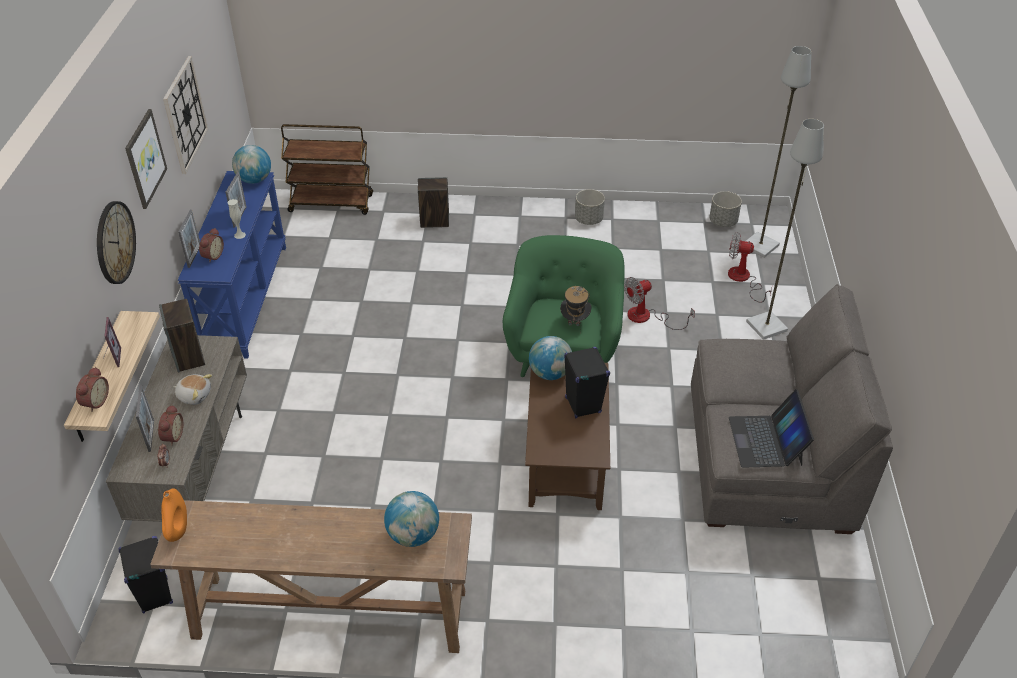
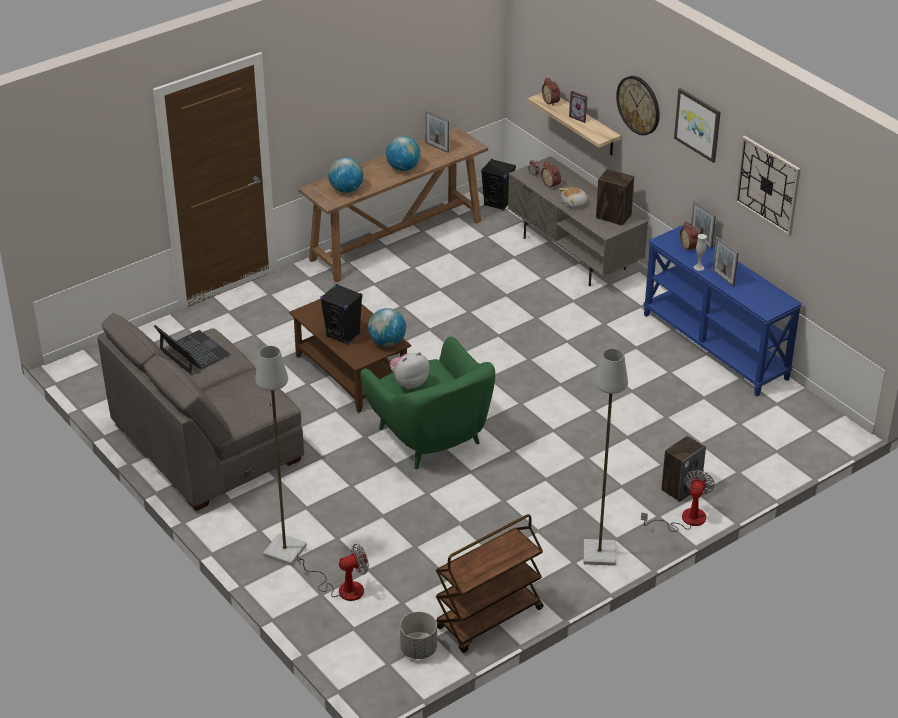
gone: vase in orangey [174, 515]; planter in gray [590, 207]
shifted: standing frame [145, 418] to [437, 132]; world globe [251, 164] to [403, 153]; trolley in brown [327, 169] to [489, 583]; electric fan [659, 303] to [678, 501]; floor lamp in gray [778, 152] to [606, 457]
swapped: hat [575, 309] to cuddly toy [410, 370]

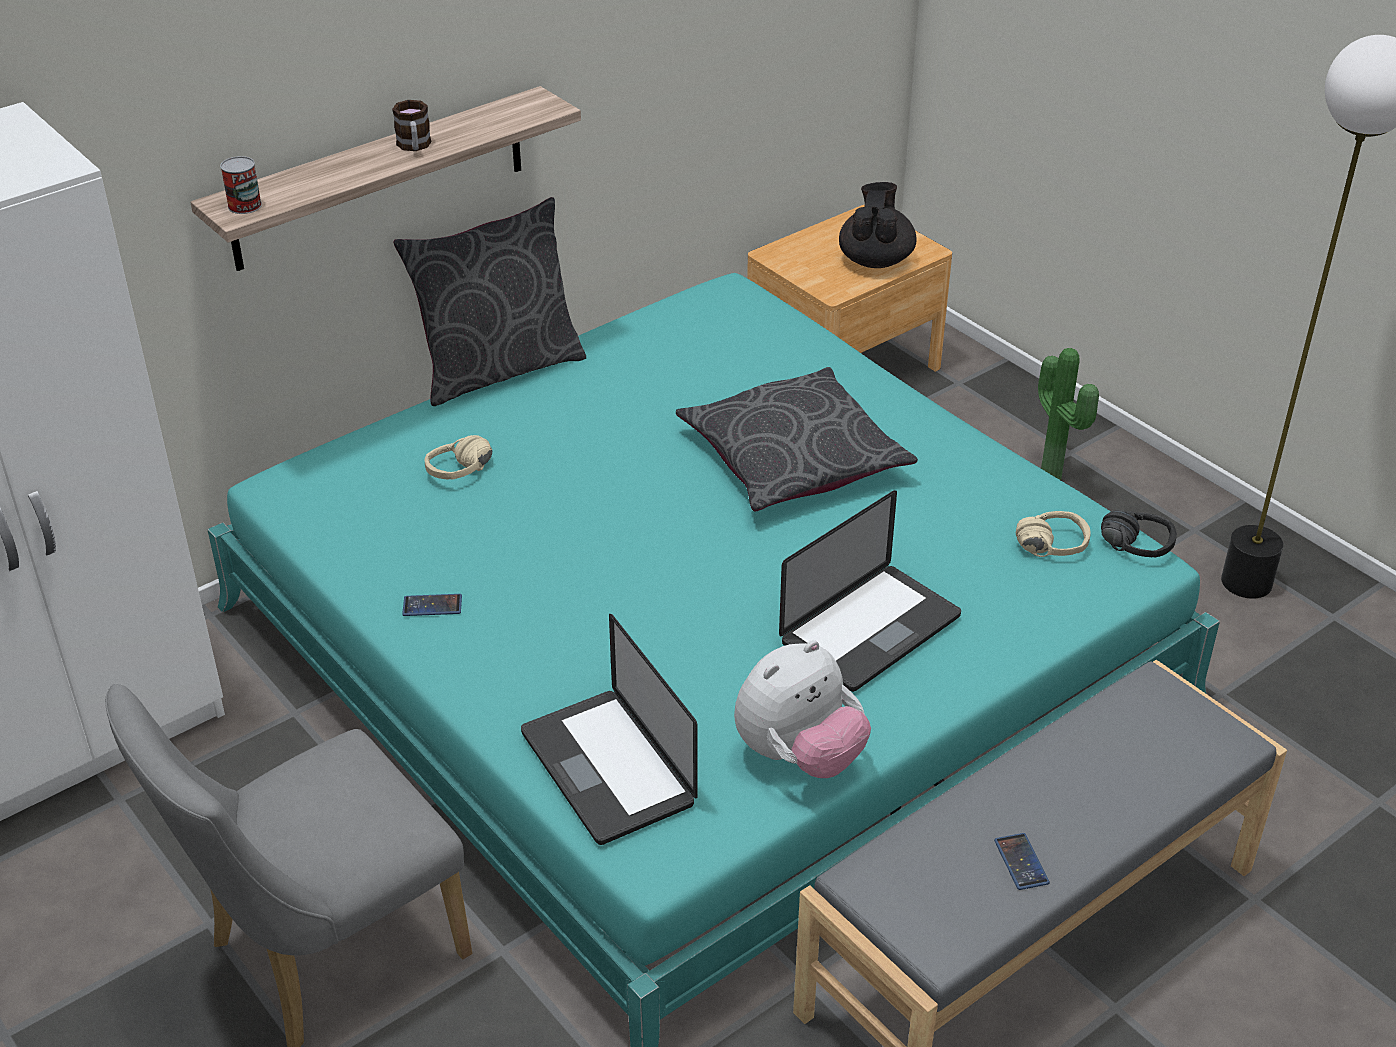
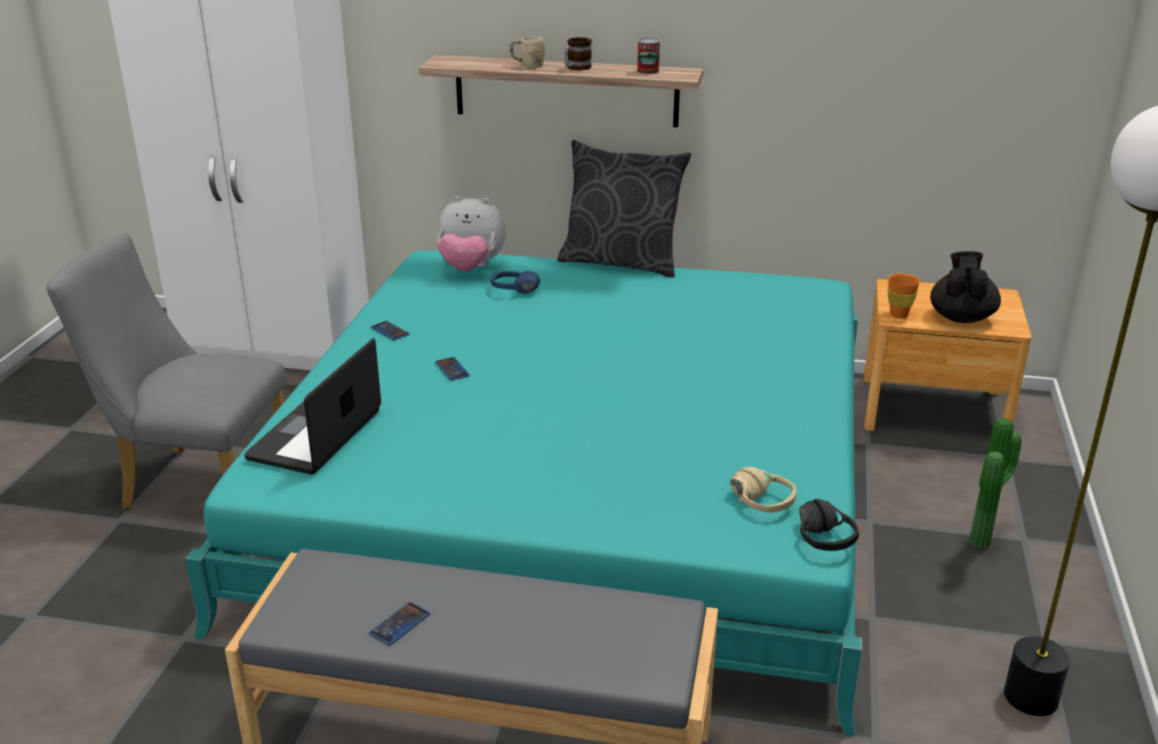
gone: pillow in gray [797, 439]; notebook computer [870, 591]
new: phone [452, 369]; mug in sand-coloured [527, 52]; small cup in orangey [903, 295]
shifted: sealed can [241, 185] to [648, 56]; cuddly toy [802, 709] to [471, 233]
repainted: pair of headphones in sand-coloured [458, 457] to pair of headphones in blue-coloured [515, 282]
rotated: tea pot in black-coloured [878, 225] = [965, 287] 45 degrees counterclockwise

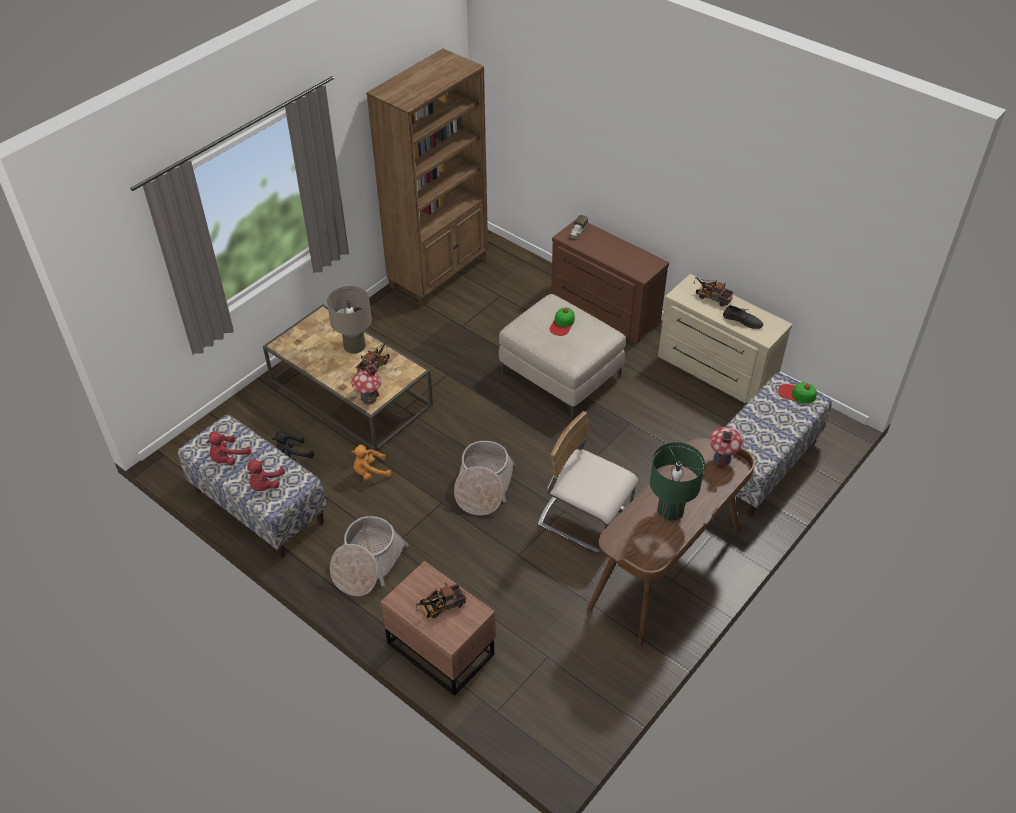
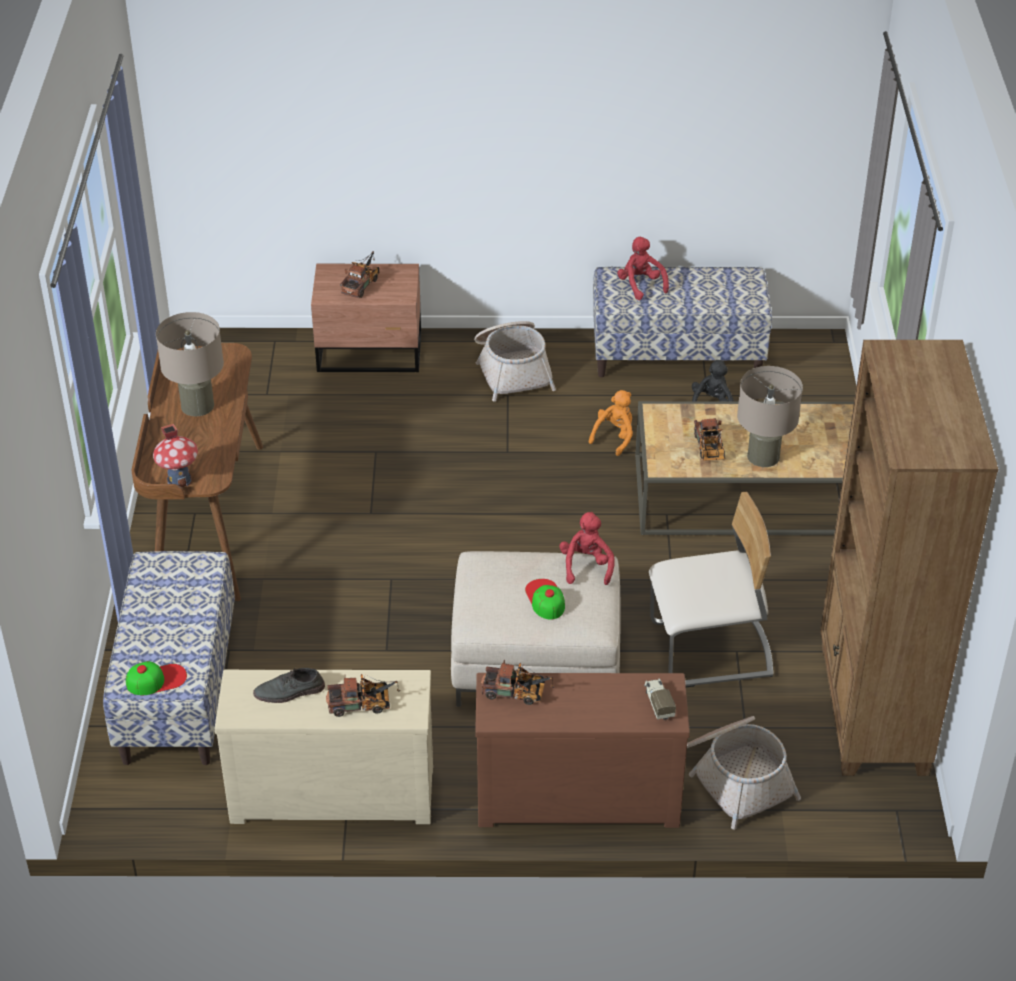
gone: miniature house [366, 384]
new: toy truck [518, 682]
shifted: cuddly toy in red-coloured [228, 448] to [586, 548]; household basket [484, 478] to [744, 773]; upright chair in sand-coloured [588, 482] to [711, 589]
repainted: lamp for a table in greenish [677, 481] to lamp for a table in sand-coloured [190, 364]

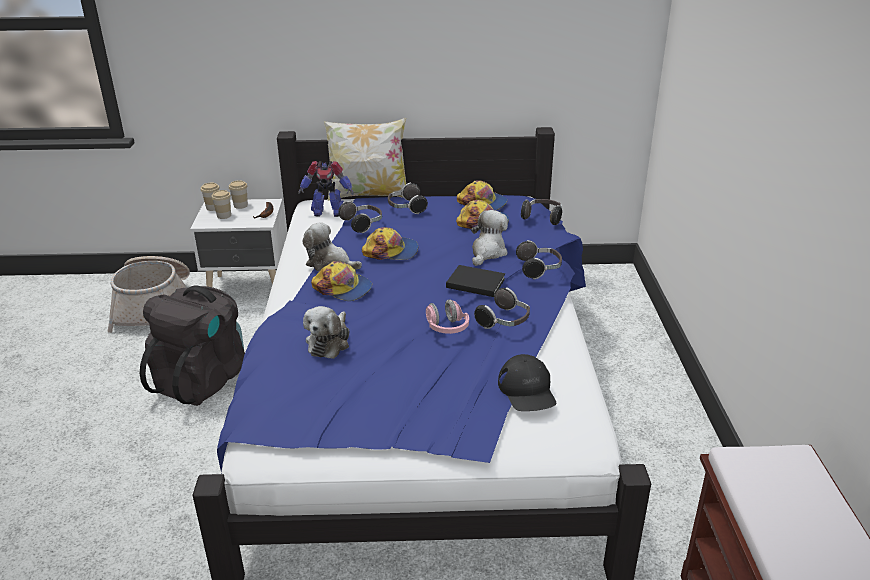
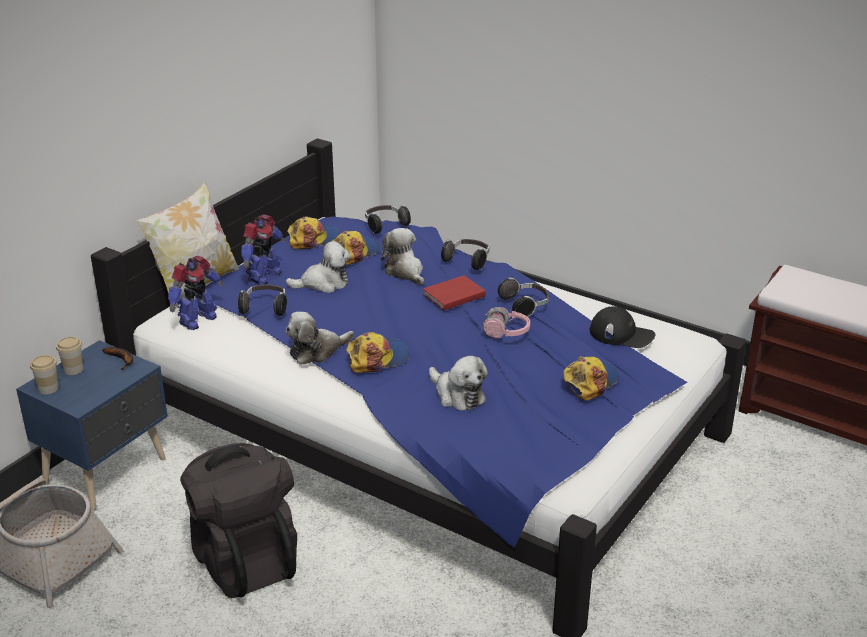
gone: small cup [221, 204]
new: cuddly toy [318, 267]
shifted: peaked cap [390, 243] to [591, 378]
swapped: pair of headphones [408, 198] to model robot [263, 249]
repainted: bedside table in whitish [238, 243] to bedside table in blue-coloured [92, 425]; bound book in black-coloured [475, 281] to bound book in red-coloured [454, 292]

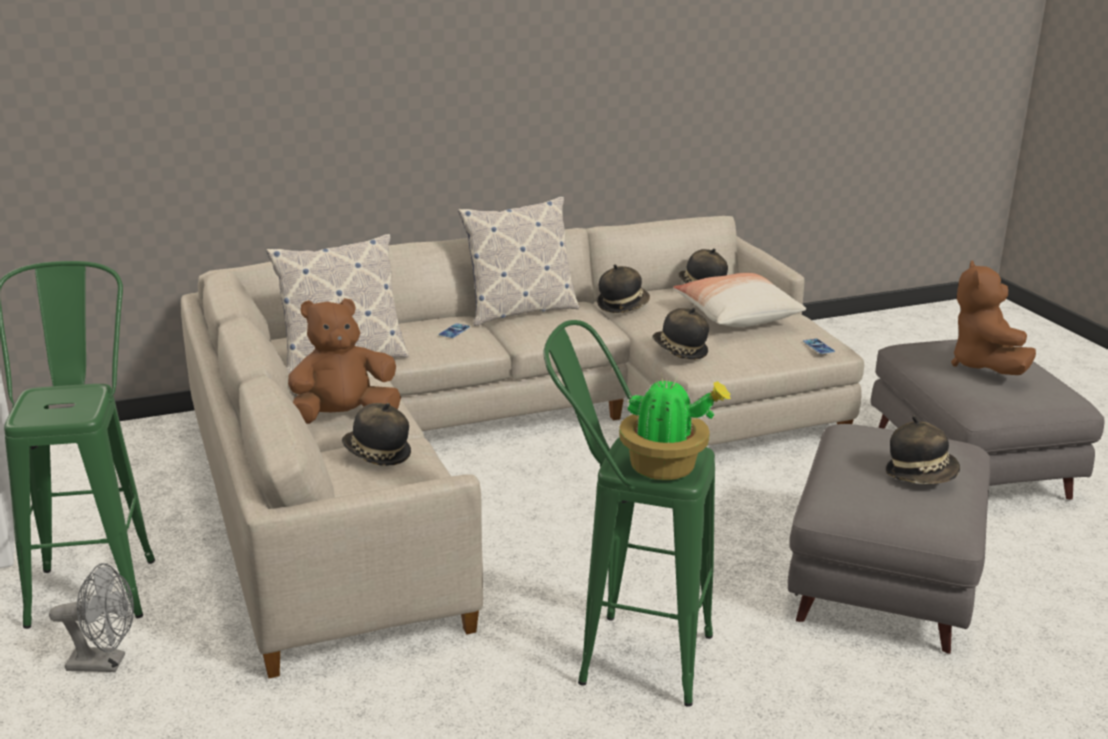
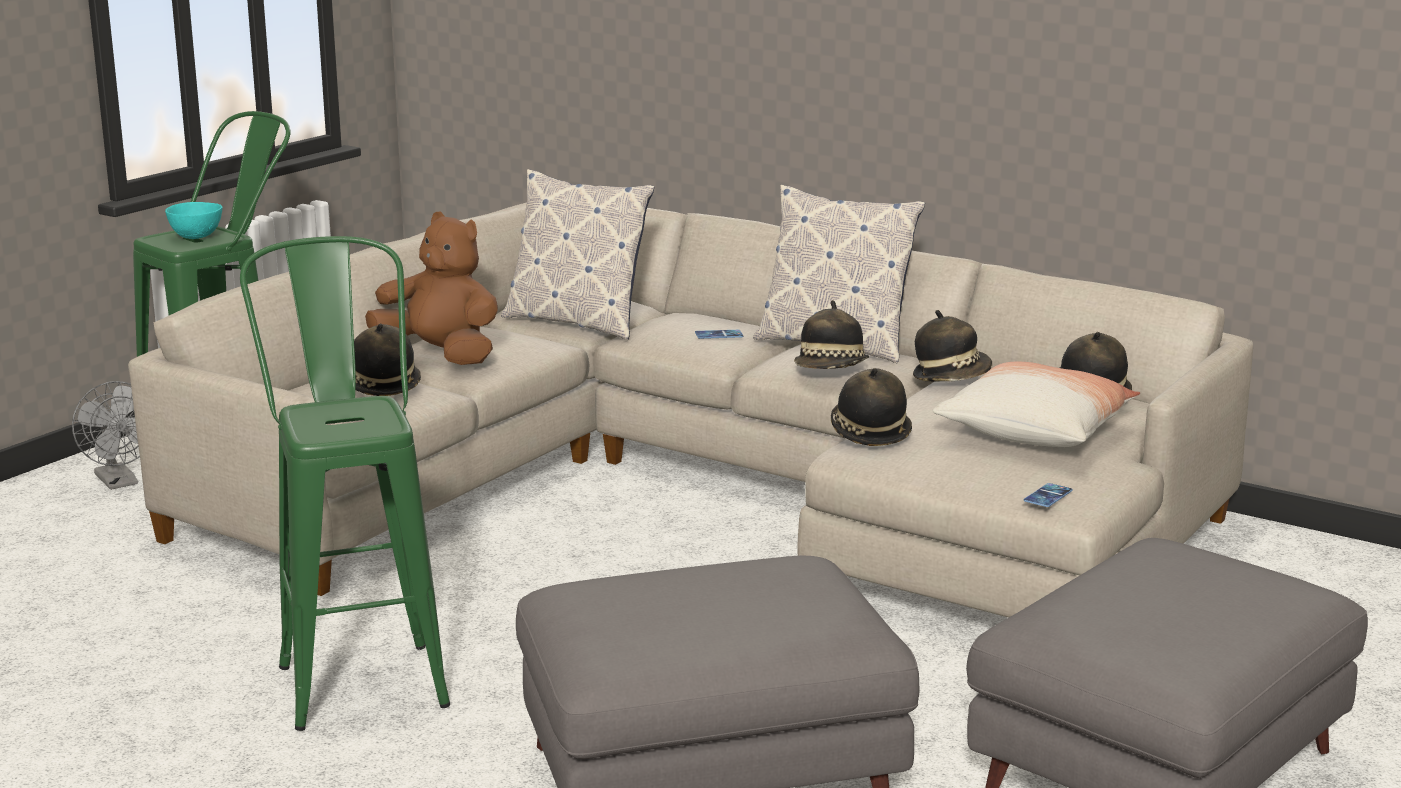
gone: potted plant [675, 425]; cuddly toy in brown [993, 317]
new: bowl in turquoise [193, 220]
shifted: hat [923, 450] to [831, 334]

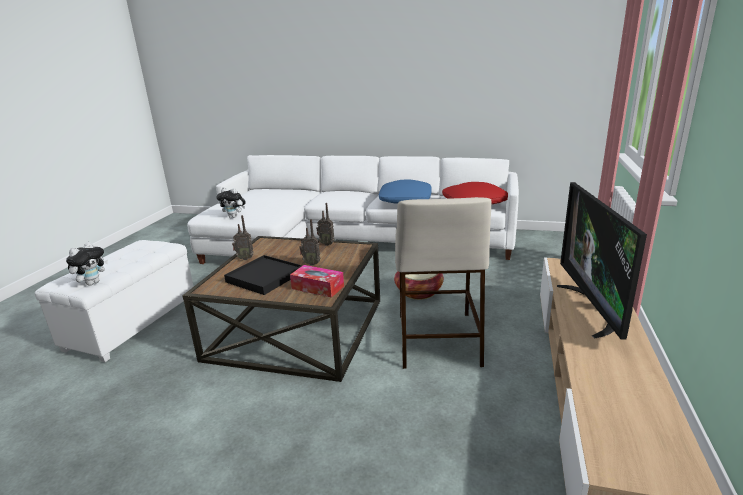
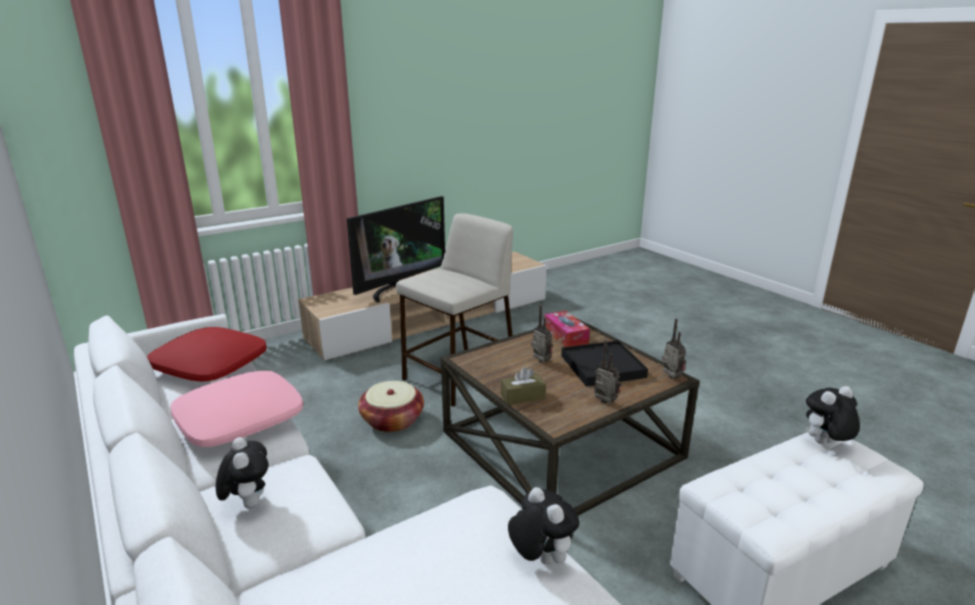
new: cuddly toy [242, 473]; tissue box in brown [523, 386]
shifted: radio [325, 224] to [674, 348]
repainted: pillow in blue-coloured [405, 192] to pillow in pink [237, 409]

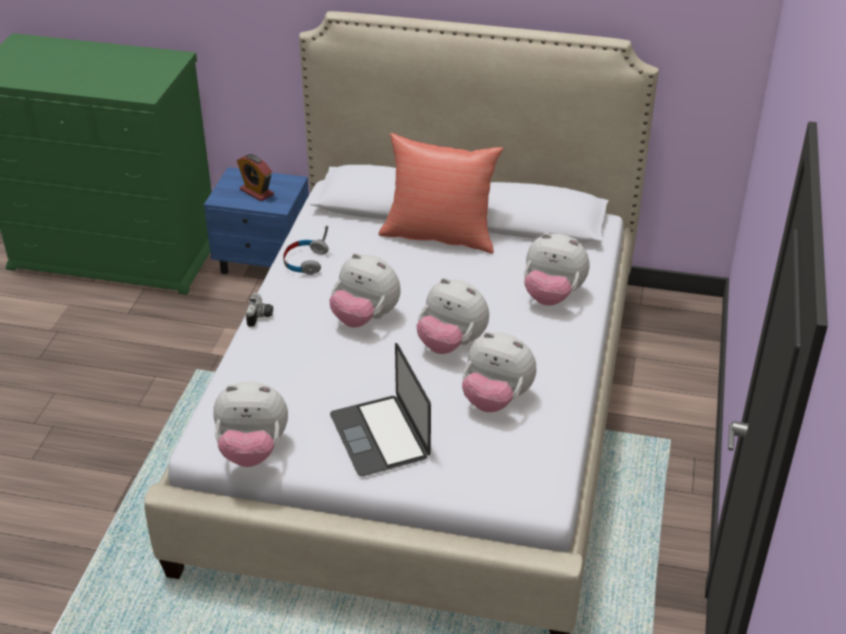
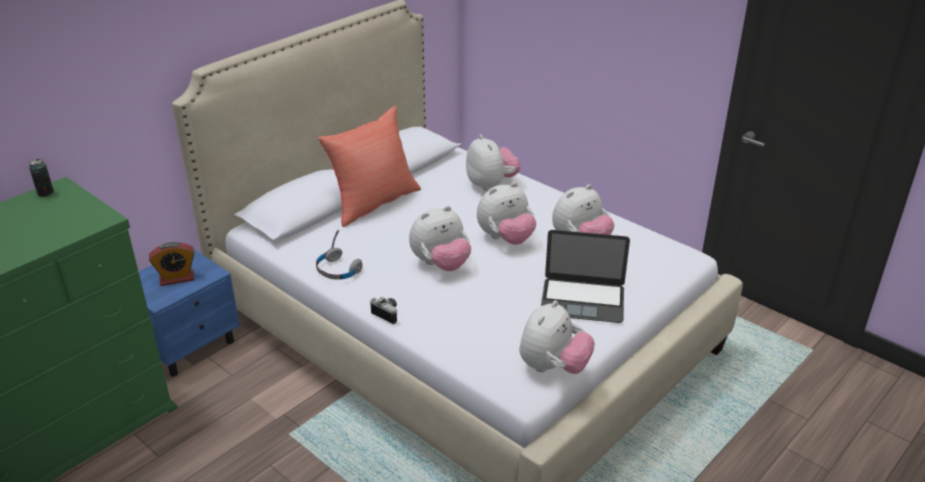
new: sealed can [41, 178]
rotated: cuddly toy [557, 269] = [493, 162] 75 degrees counterclockwise

